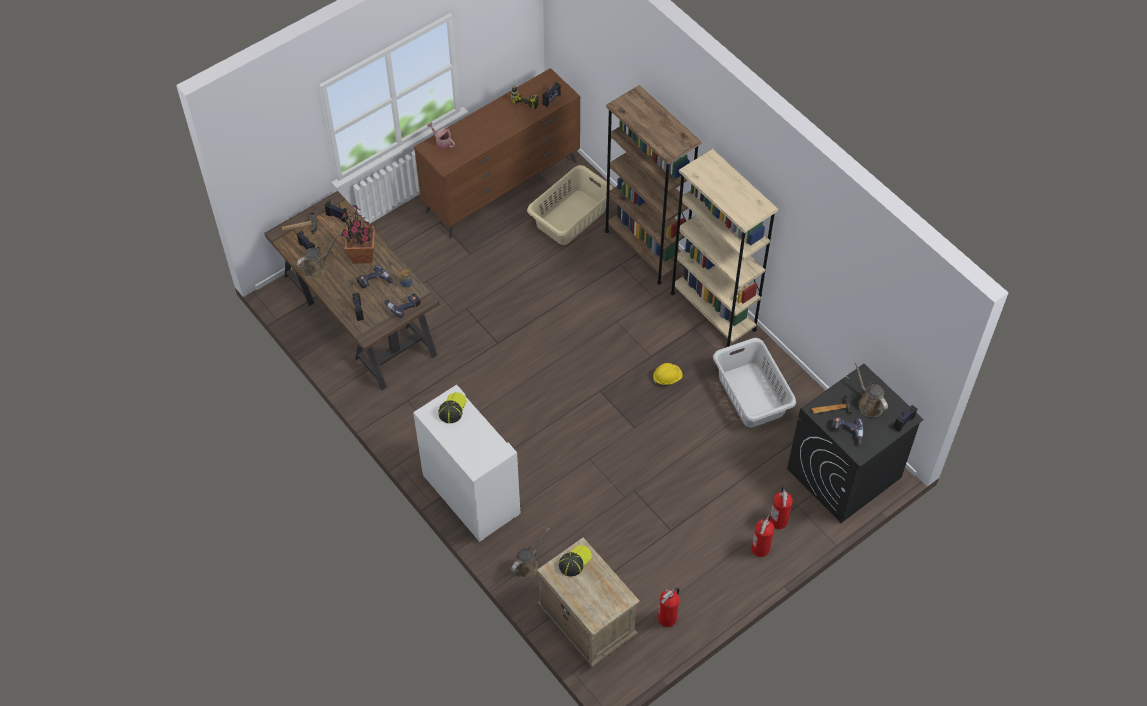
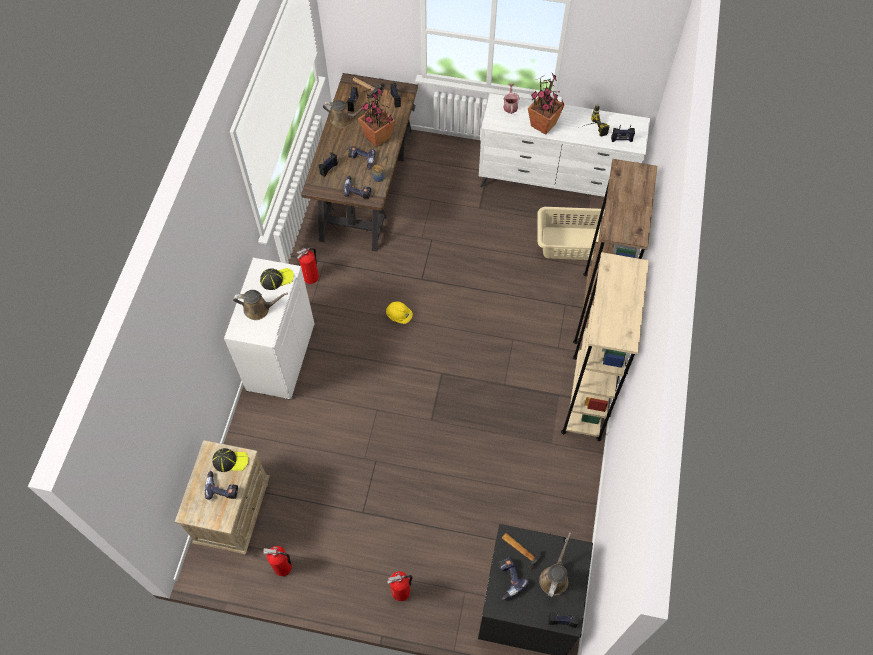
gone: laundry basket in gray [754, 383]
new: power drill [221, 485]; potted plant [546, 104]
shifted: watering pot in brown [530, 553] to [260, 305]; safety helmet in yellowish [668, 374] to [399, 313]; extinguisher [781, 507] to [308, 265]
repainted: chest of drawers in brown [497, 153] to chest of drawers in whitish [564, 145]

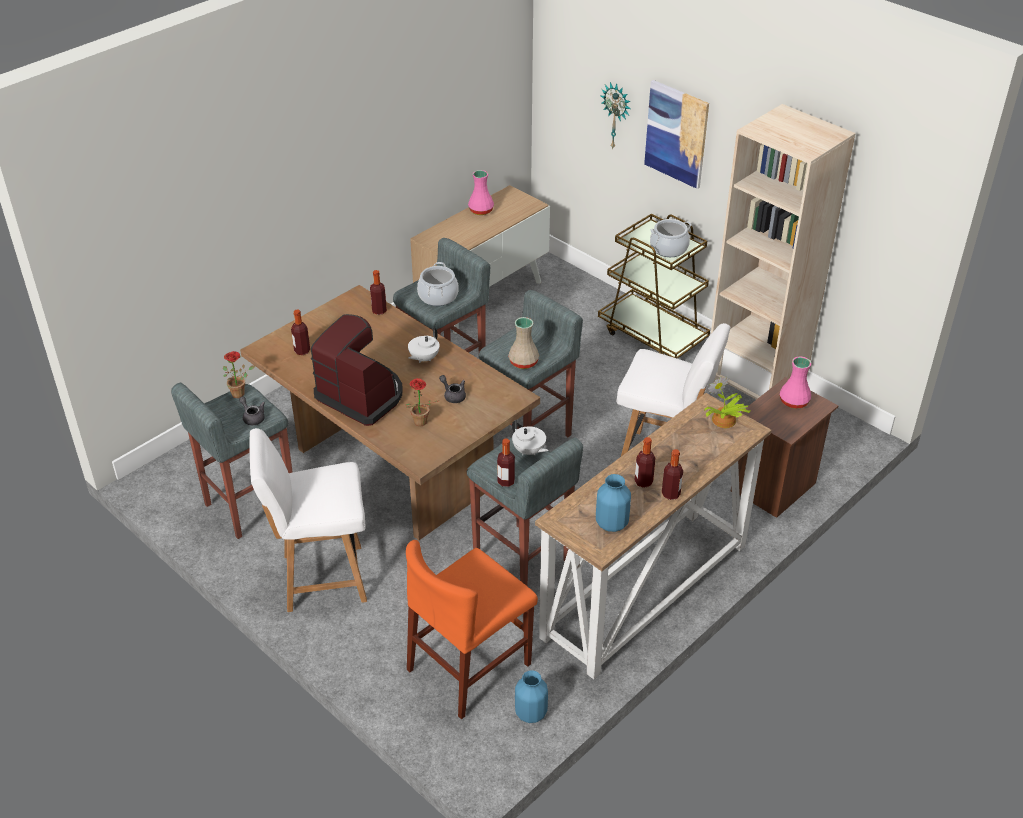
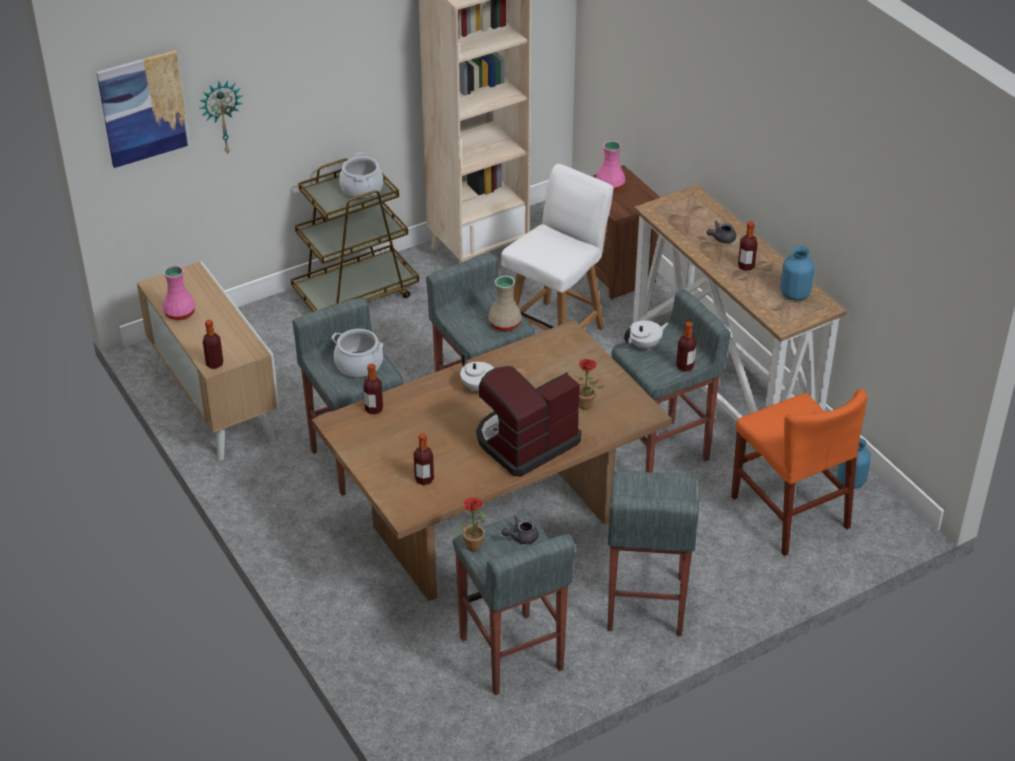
gone: potted plant [727, 402]
shifted: tea pot in gray [452, 389] to [721, 232]; picture [676, 134] to [143, 109]; drink bottle [672, 474] to [213, 344]
swapped: upright chair in whitish [308, 520] to stool seat in gray [653, 553]

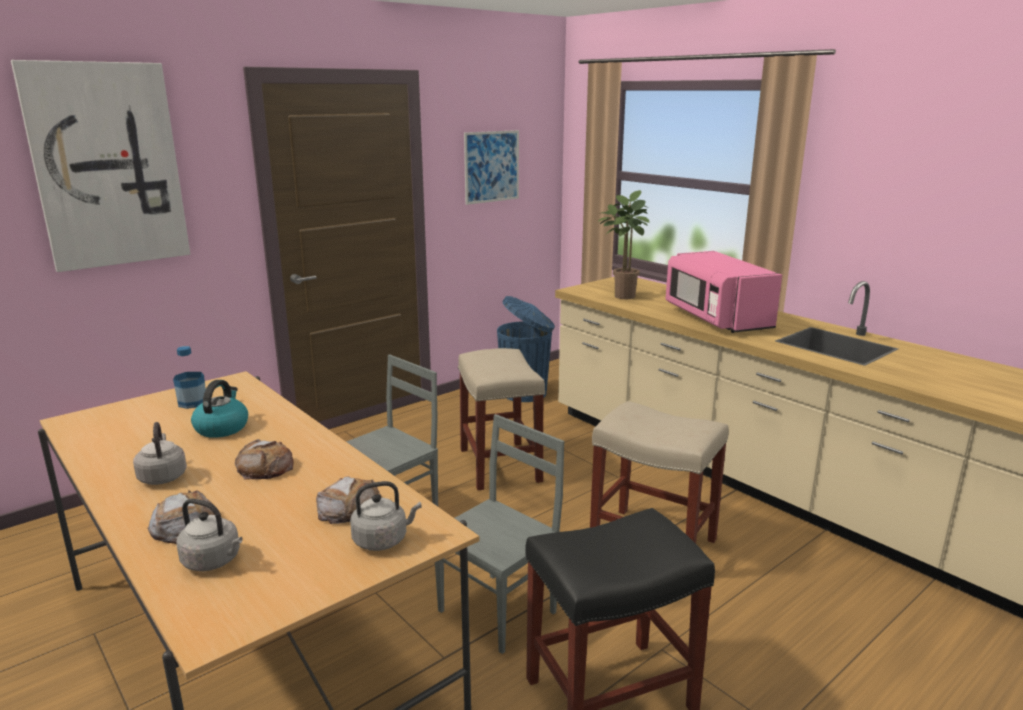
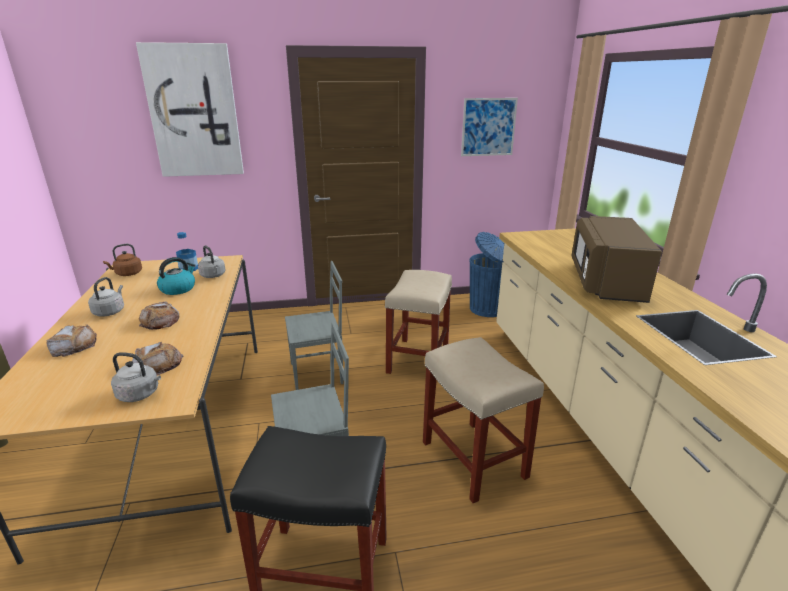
gone: potted plant [623, 244]
new: kettle in brown [122, 260]
shifted: kettle in gray [209, 535] to [212, 261]
repainted: microwave in pink [724, 292] to microwave in brown [616, 259]

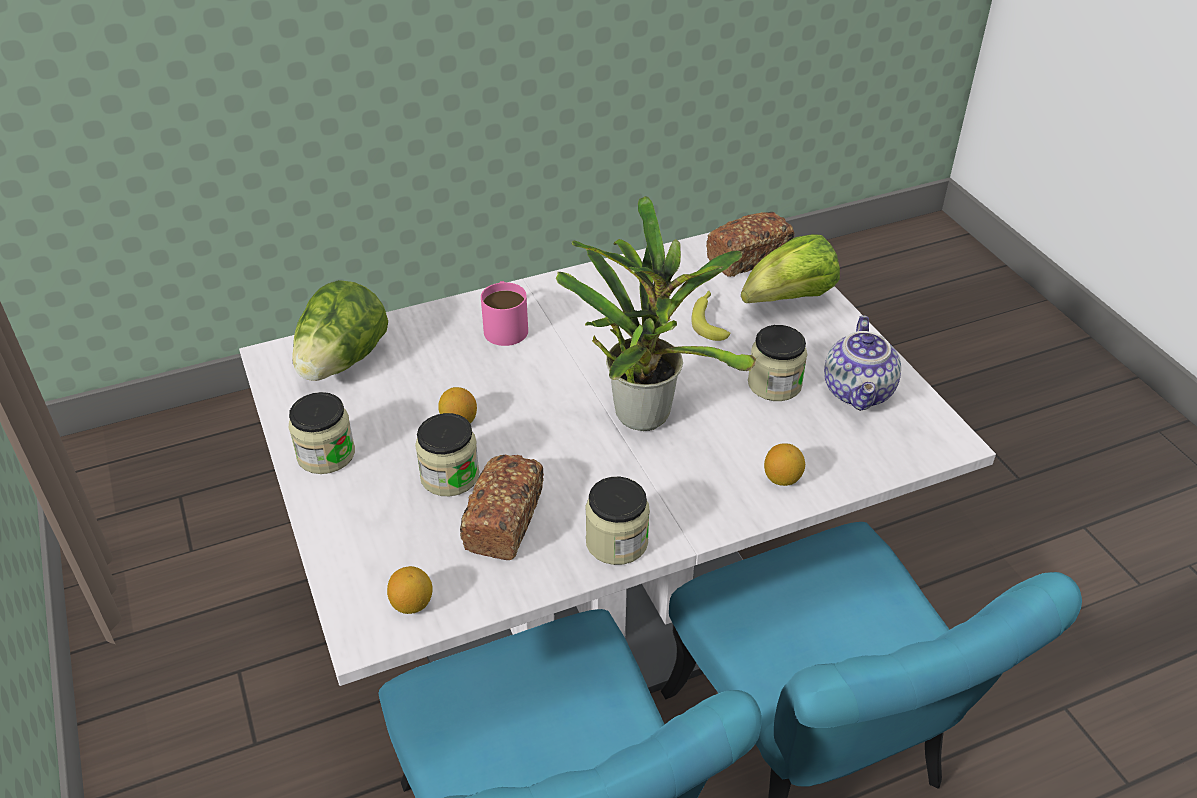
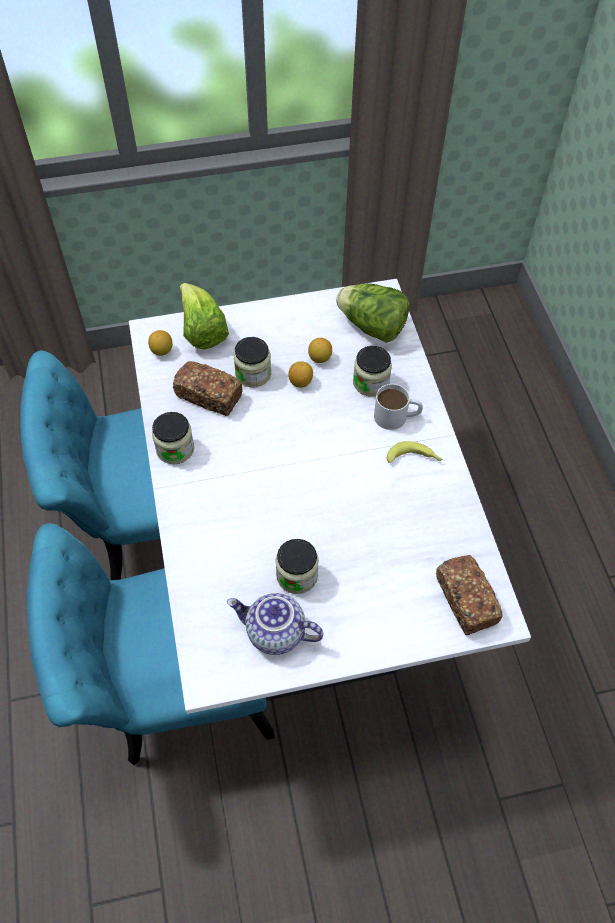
gone: potted plant [656, 313]
shifted: preserve jar [322, 433] to [372, 371]; banana [711, 315] to [415, 452]; lettuce head [790, 268] to [204, 316]; lemon [784, 464] to [320, 350]
repainted: mug in pink [504, 313] to mug in whitish [398, 407]

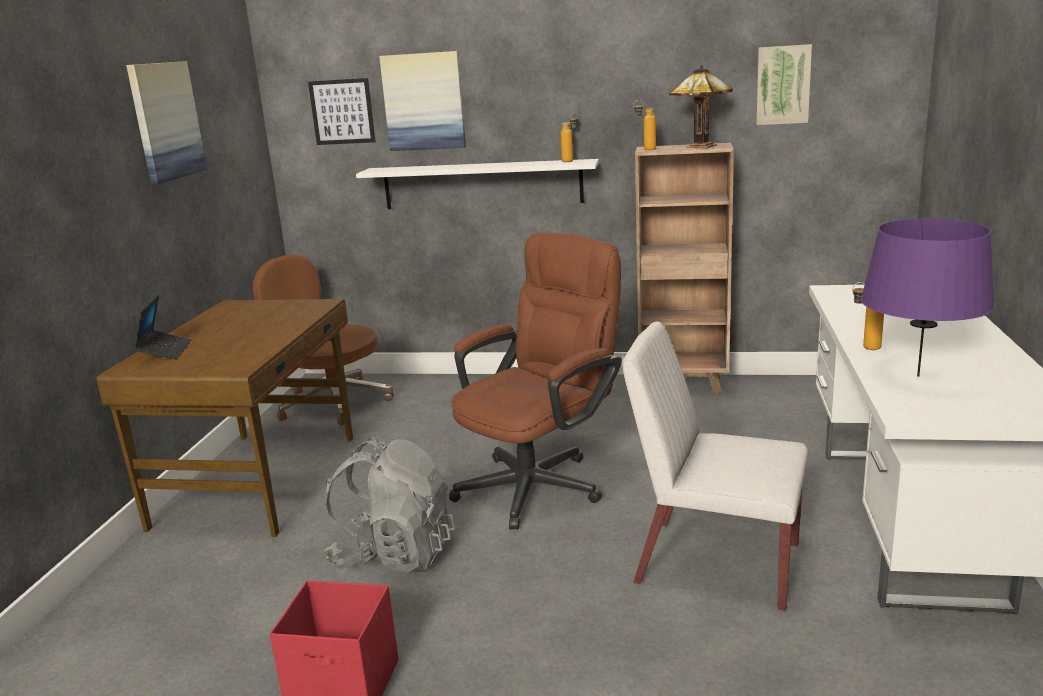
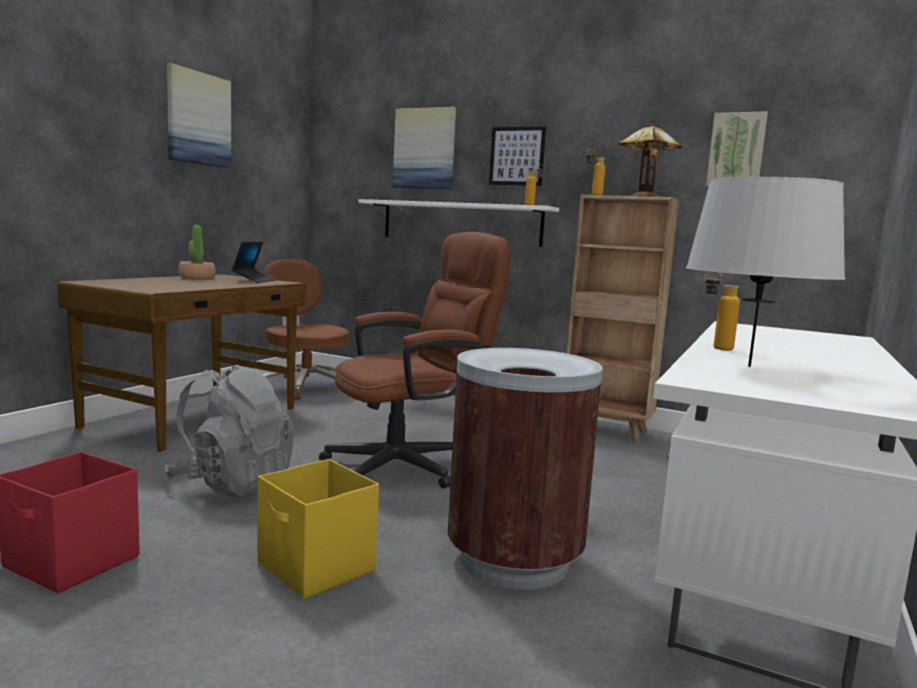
new: potted plant [197, 252]; storage box in yellowish [318, 529]
shifted: notebook computer [163, 327] to [255, 262]; picture [342, 111] to [517, 156]
swapped: upright chair in whitish [715, 466] to trash can in brown [525, 469]
repainted: lamp for a table in purple [928, 298] to lamp for a table in gray [766, 272]

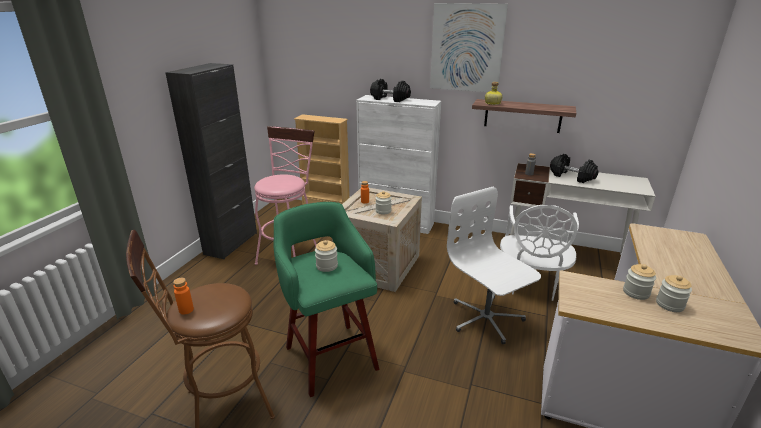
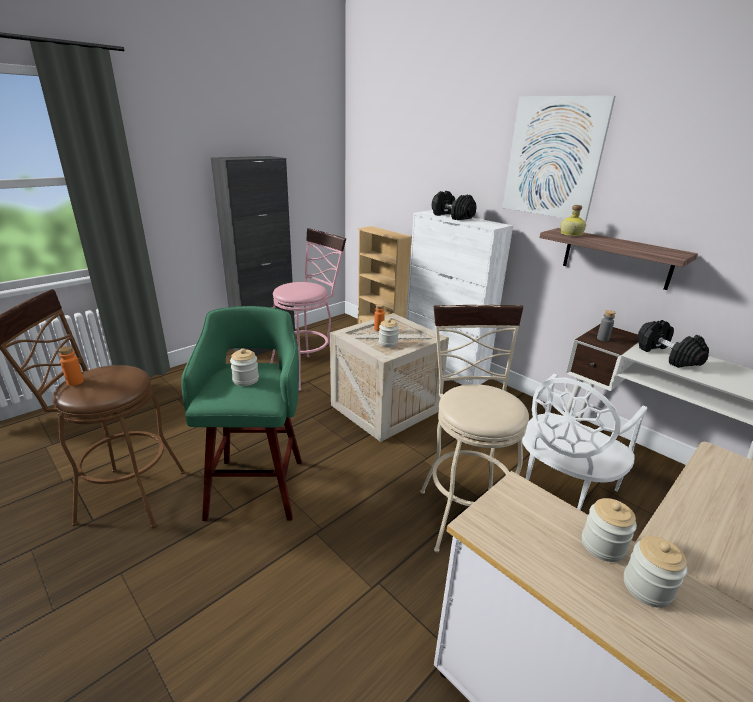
swapped: office chair in whitish [494, 265] to stool seat in sand-coloured [474, 428]

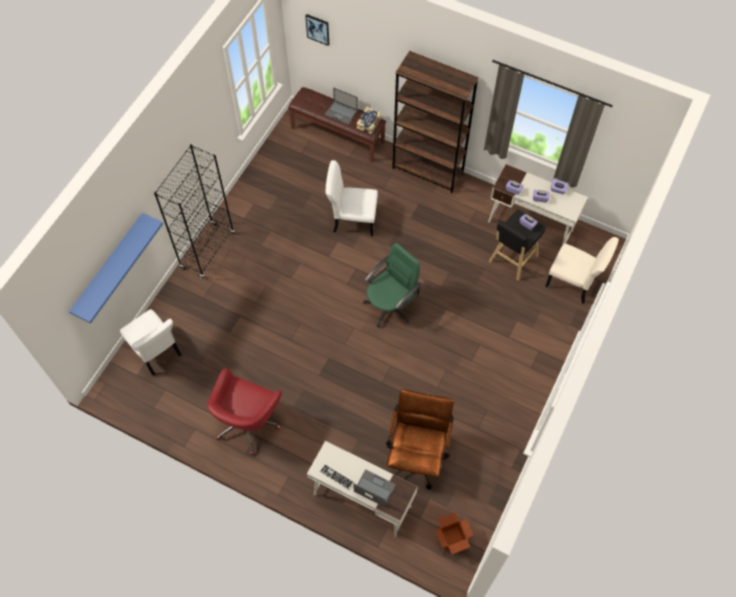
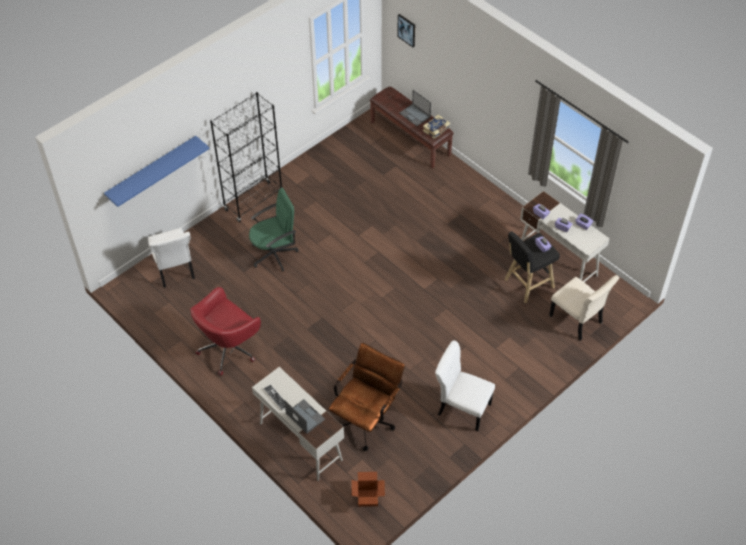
gone: shelving unit in brown [435, 122]
shifted: upright chair in whitish [352, 198] to [465, 386]; office chair in greenish [392, 285] to [273, 229]

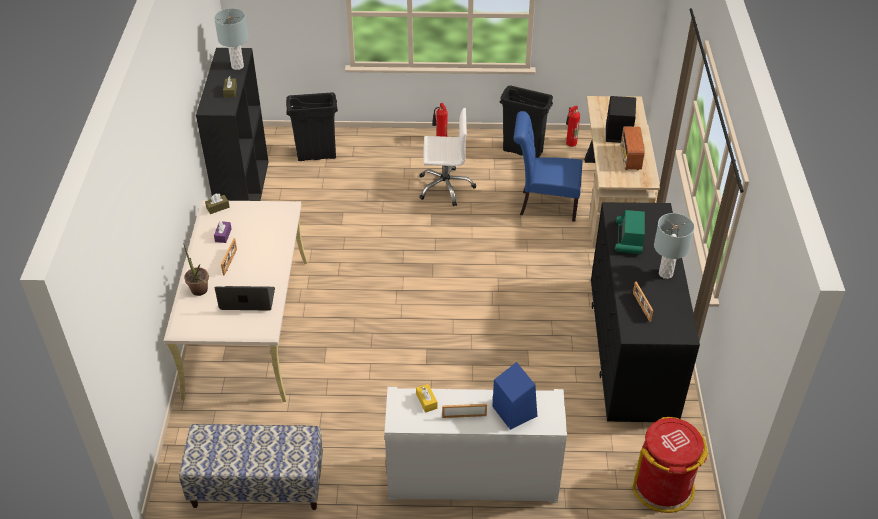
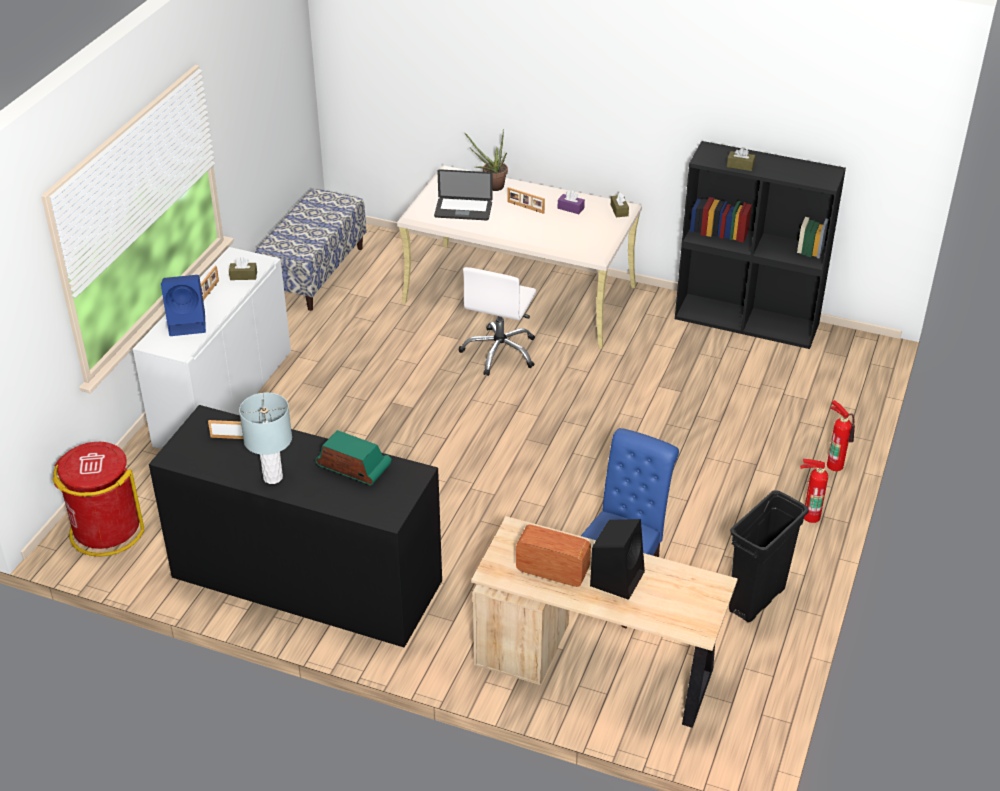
gone: lamp for a table in gray [231, 39]; trash can in black-coloured [312, 126]
shifted: office chair in whitish [447, 157] to [497, 321]; extinguisher [573, 126] to [841, 435]
repainted: tissue box in yellowish [426, 398] to tissue box in brown [243, 268]
rotated: notebook computer [245, 298] = [463, 194] 75 degrees clockwise

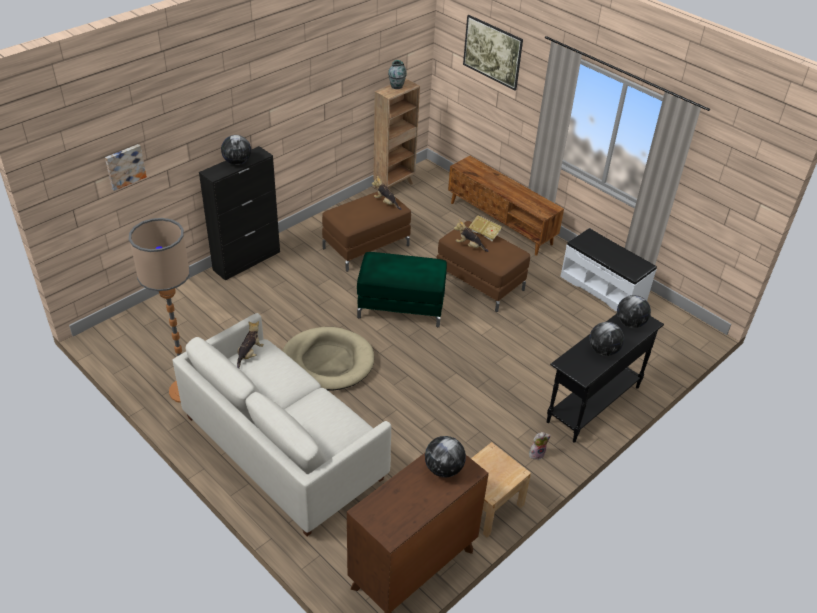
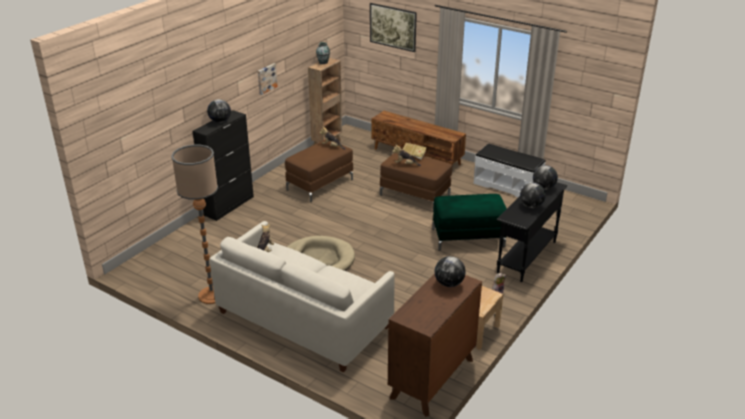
shifted: picture [126, 167] to [268, 79]; pouffe in greenish [402, 289] to [469, 222]

